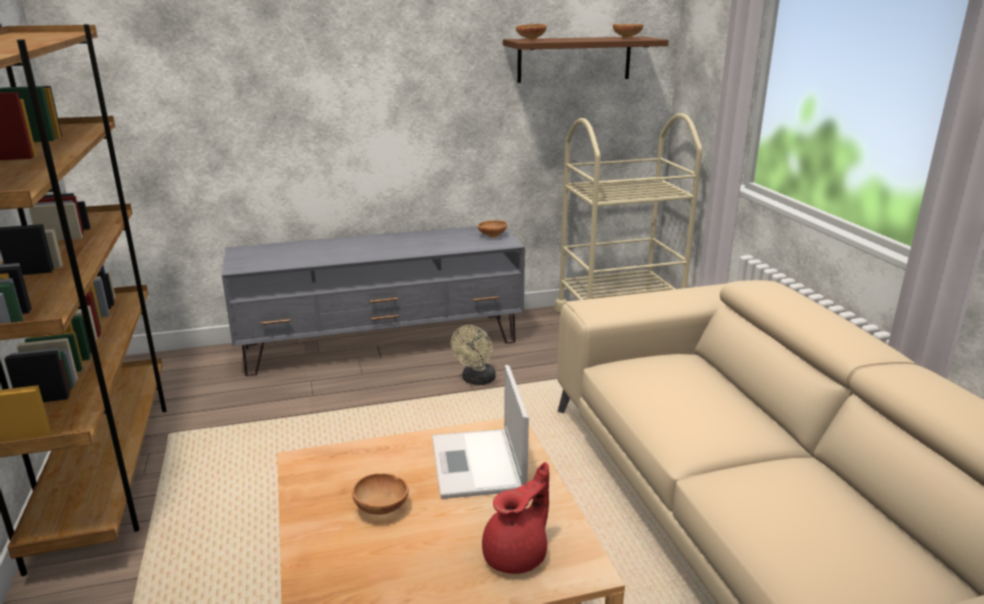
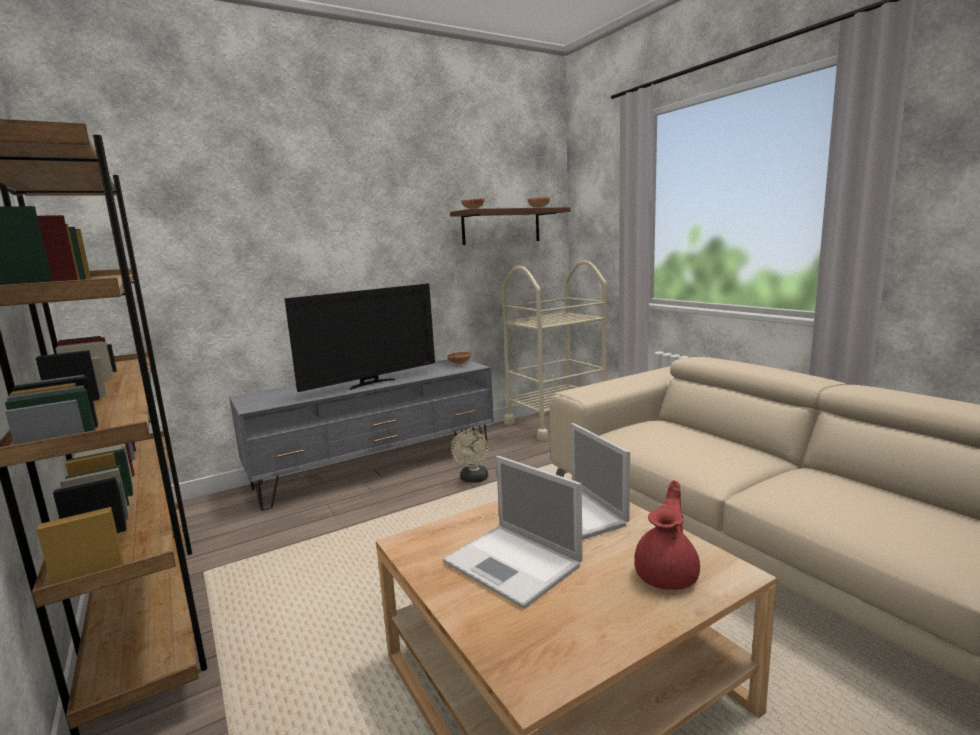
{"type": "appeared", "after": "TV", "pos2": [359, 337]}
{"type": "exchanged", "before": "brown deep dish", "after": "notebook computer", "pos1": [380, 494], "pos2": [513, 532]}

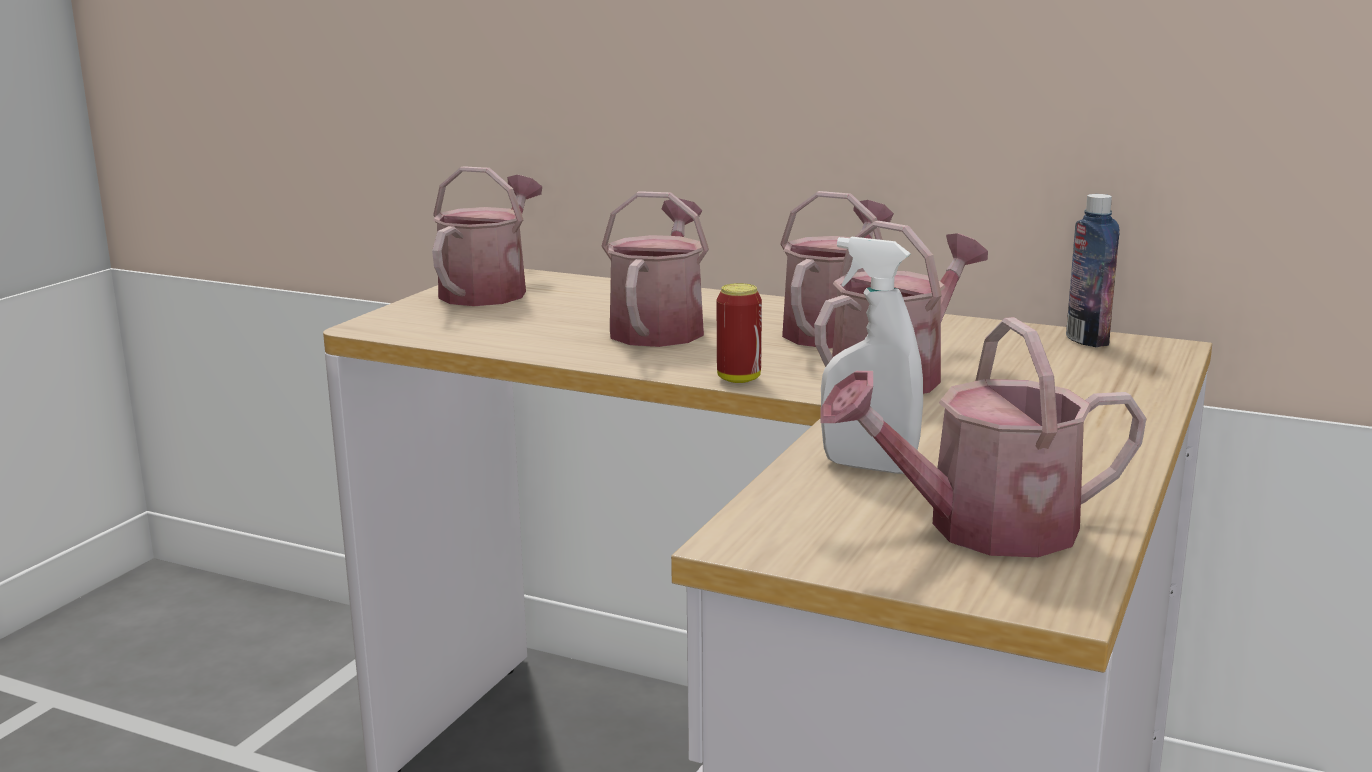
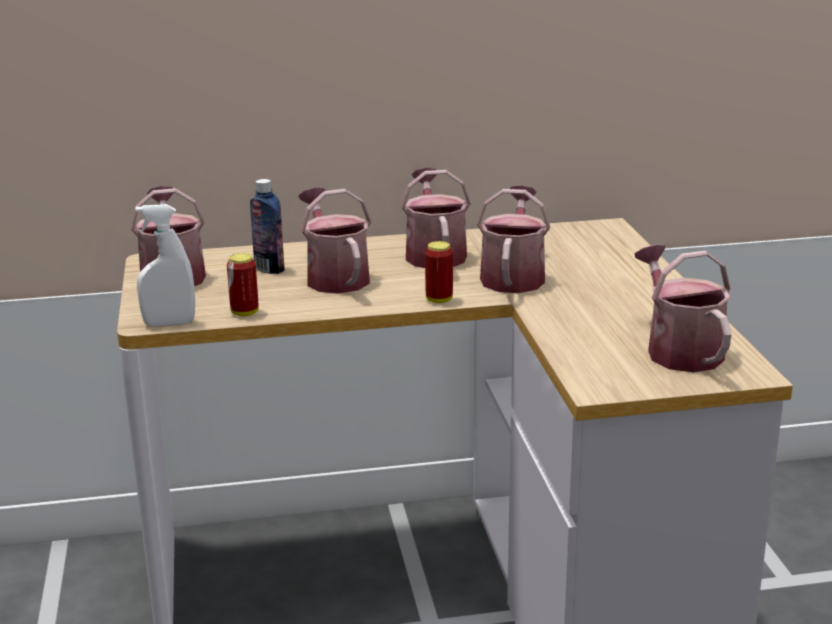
{"type": "appeared", "after": "sealed can", "pos2": [243, 284]}
{"type": "relocated", "before": "whitish hand sprayer", "pos1": [872, 355], "pos2": [165, 265]}
{"type": "relocated", "before": "bottle", "pos1": [1092, 270], "pos2": [267, 226]}
{"type": "spun", "before": "watering can", "pos1": [983, 437], "pos2": [683, 308], "turn": 120}

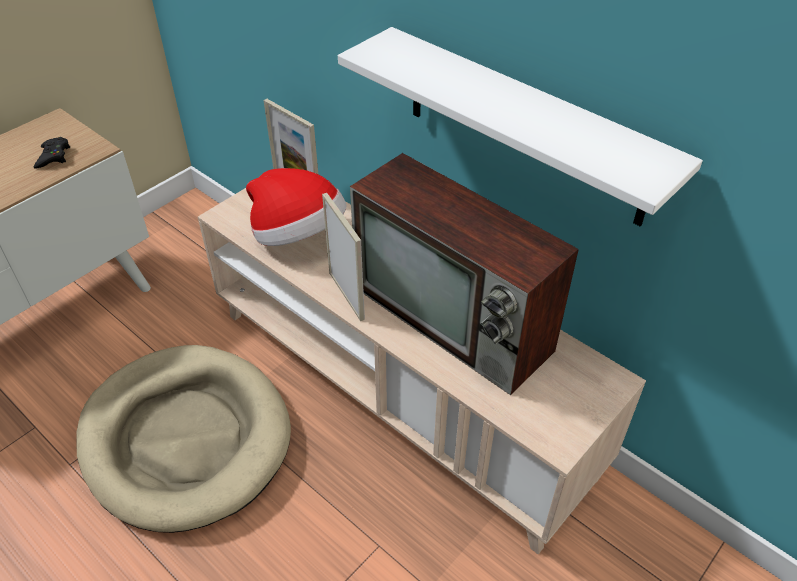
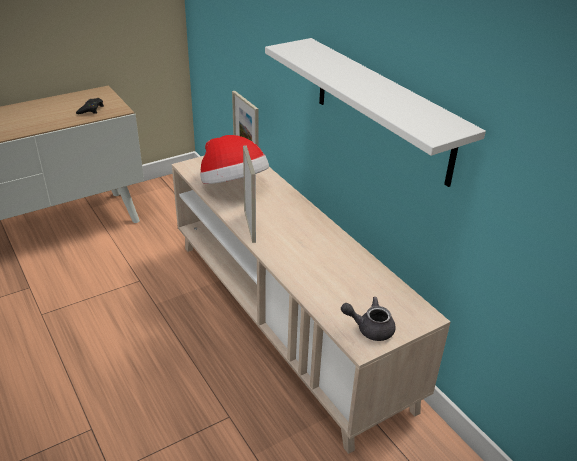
{"type": "missing", "before": "sand-coloured dog cushion", "pos1": [183, 439]}
{"type": "missing", "before": "TV", "pos1": [464, 274]}
{"type": "appeared", "after": "gray teapot", "pos2": [368, 319]}

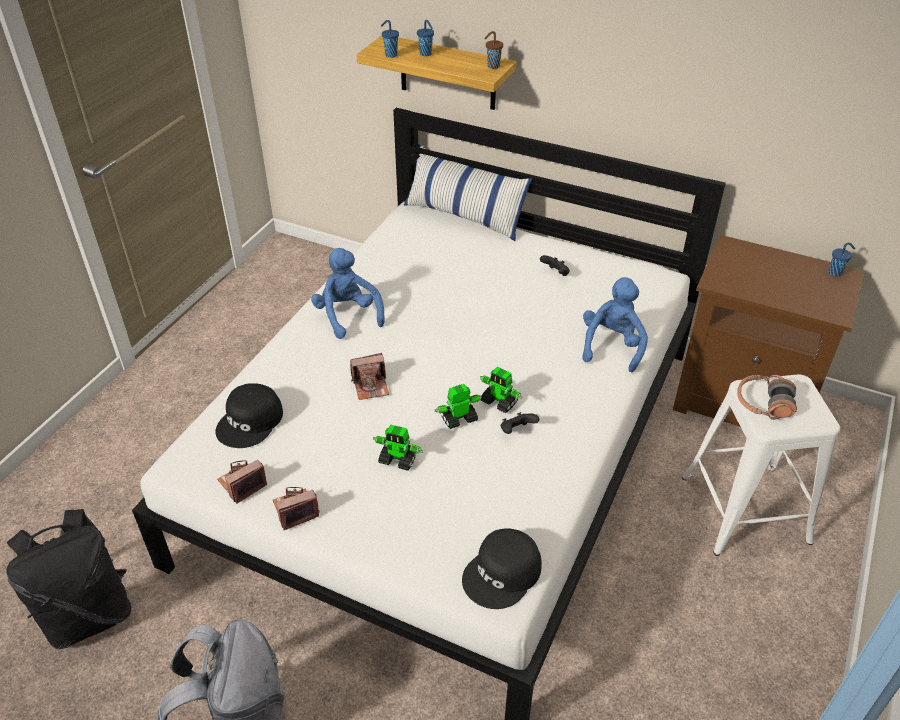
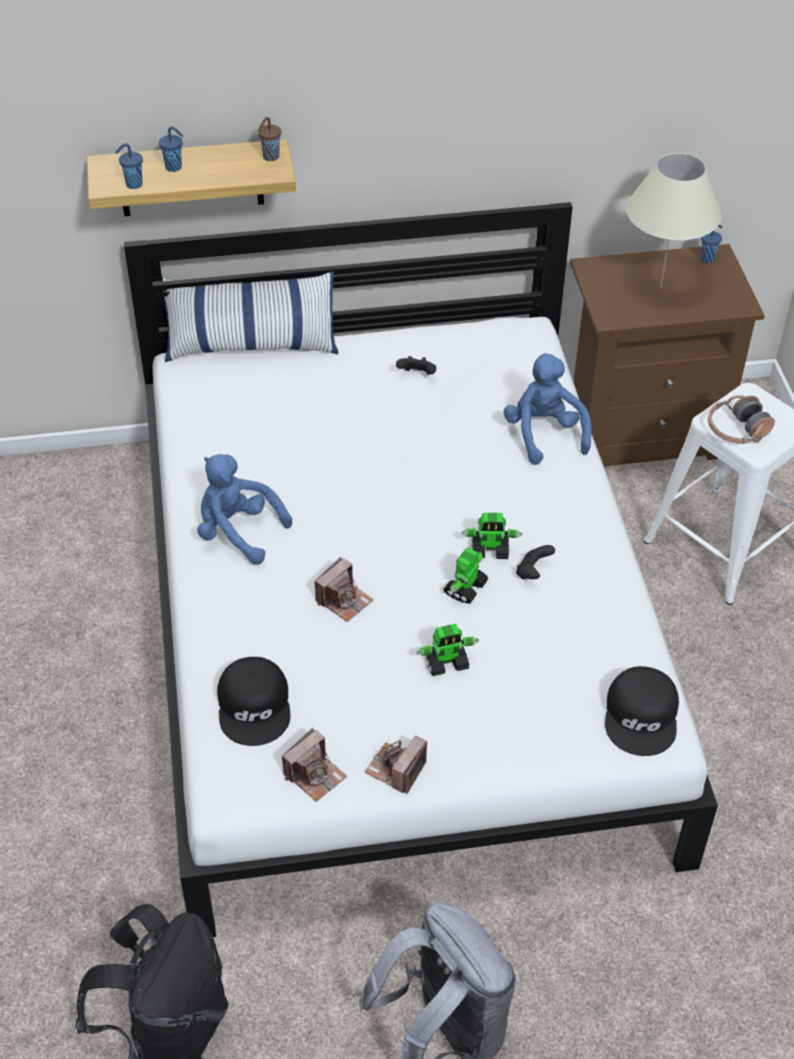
{"type": "appeared", "after": "sand-coloured table lamp", "pos2": [674, 221]}
{"type": "spun", "before": "still camera", "pos1": [242, 482], "pos2": [314, 765], "turn": -150}

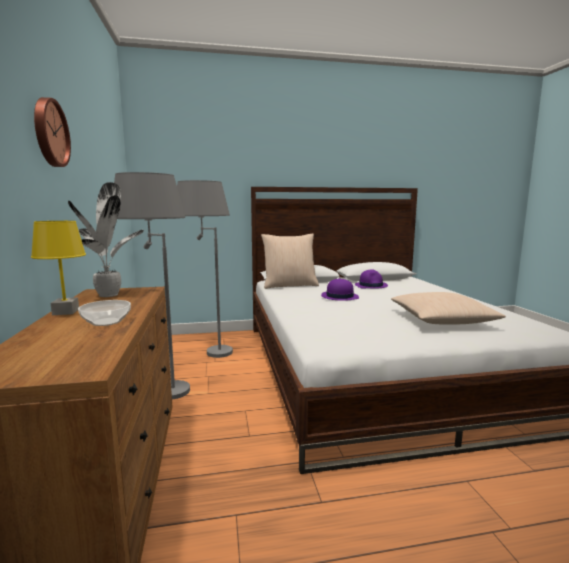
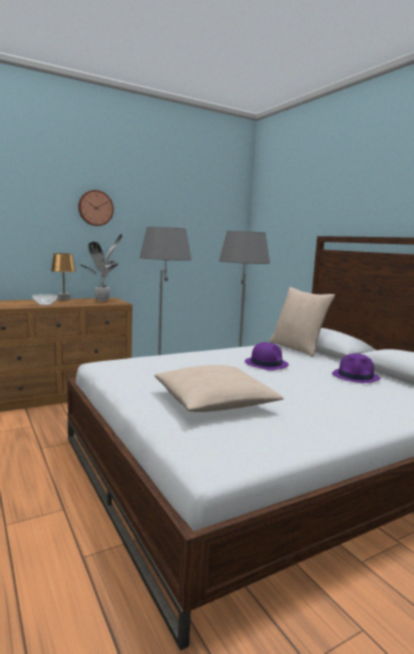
{"type": "colour", "before": "yellow table lamp", "after": "brown table lamp", "pos1": [58, 268], "pos2": [63, 277]}

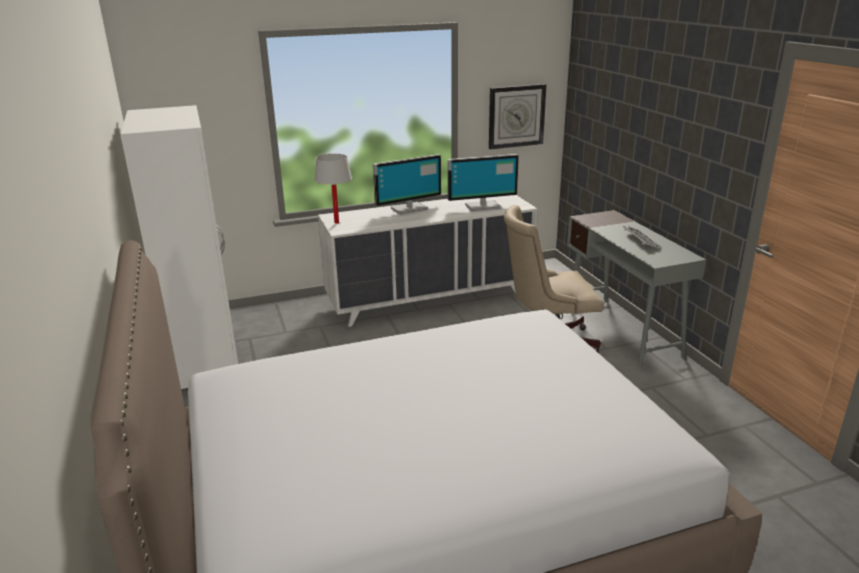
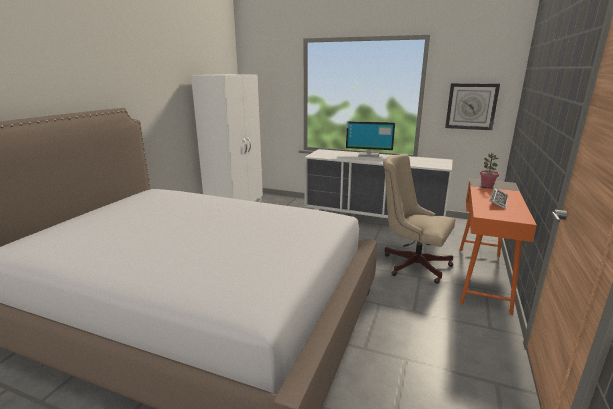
{"type": "missing", "before": "whitish table lamp", "pos1": [333, 189]}
{"type": "missing", "before": "computer display", "pos1": [483, 183]}
{"type": "appeared", "after": "houseplant", "pos2": [489, 170]}
{"type": "colour", "before": "gray desk table", "after": "orange desk table", "pos1": [636, 289], "pos2": [498, 247]}

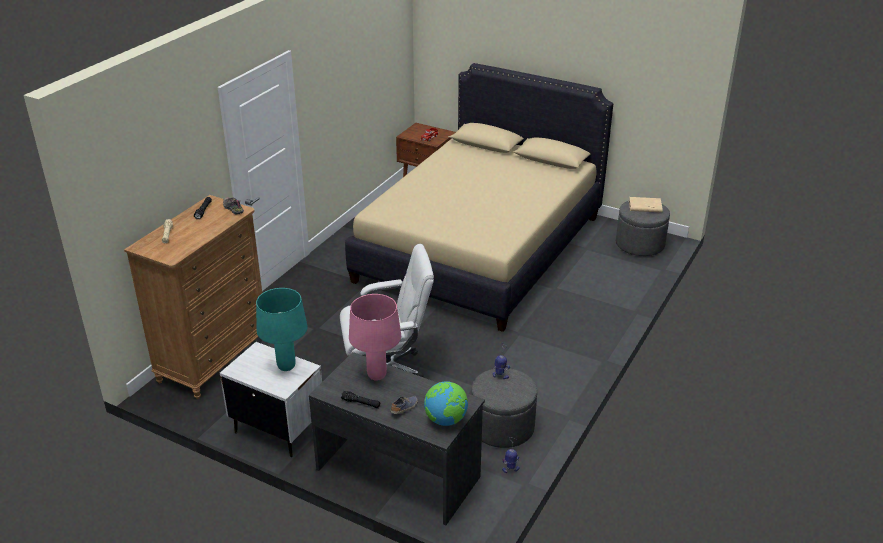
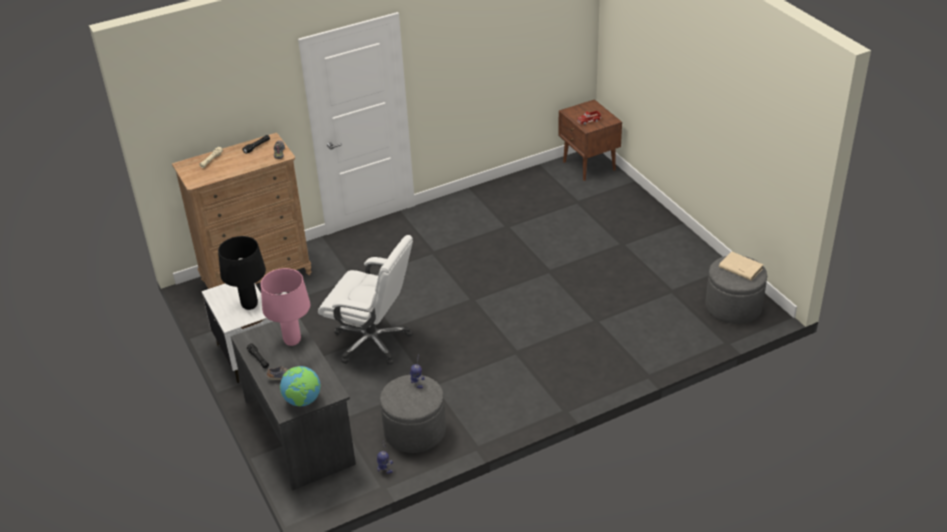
{"type": "missing", "before": "sand-coloured bedroom bed", "pos1": [479, 197]}
{"type": "colour", "before": "turquoise-coloured table lamp", "after": "blackish table lamp", "pos1": [282, 329], "pos2": [242, 273]}

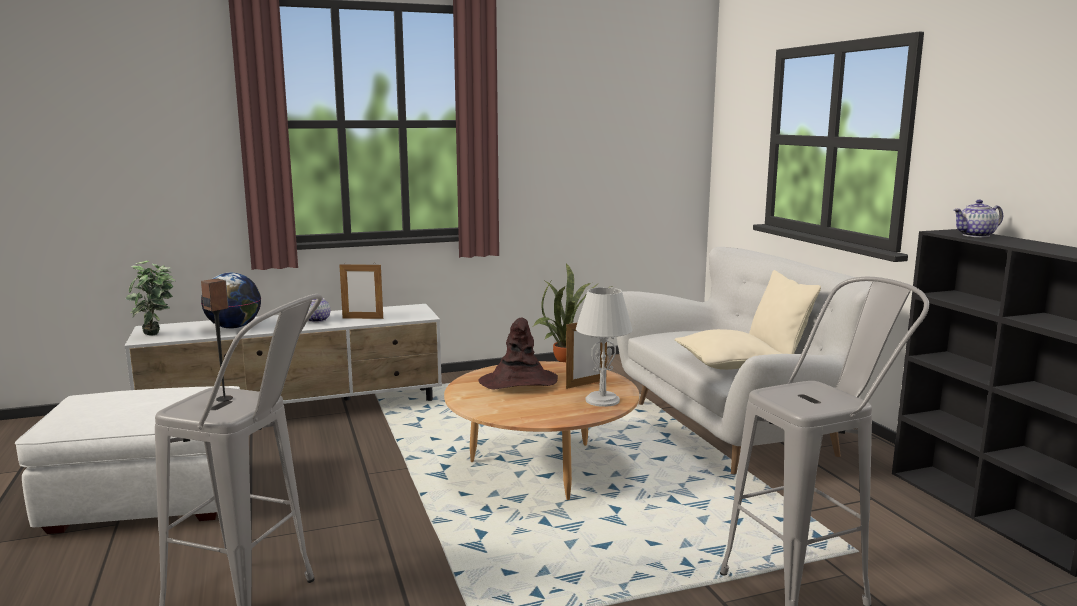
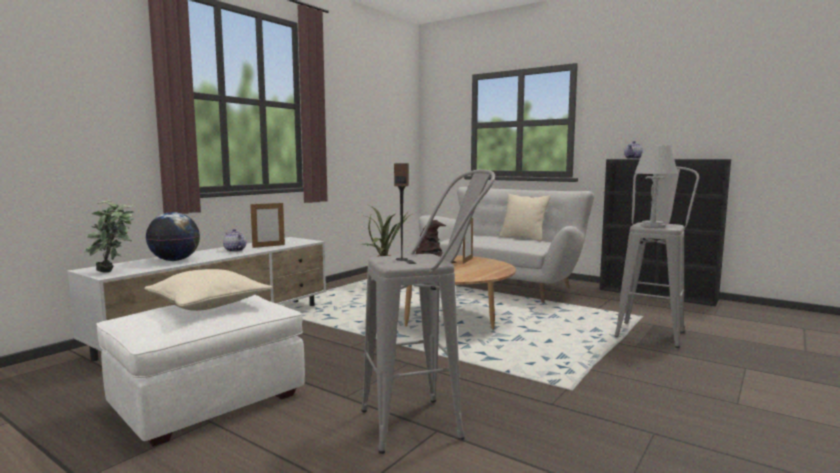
{"type": "relocated", "before": "gray table lamp", "pos1": [604, 347], "pos2": [656, 186]}
{"type": "relocated", "before": "sand-coloured throw pillow", "pos1": [728, 349], "pos2": [208, 290]}

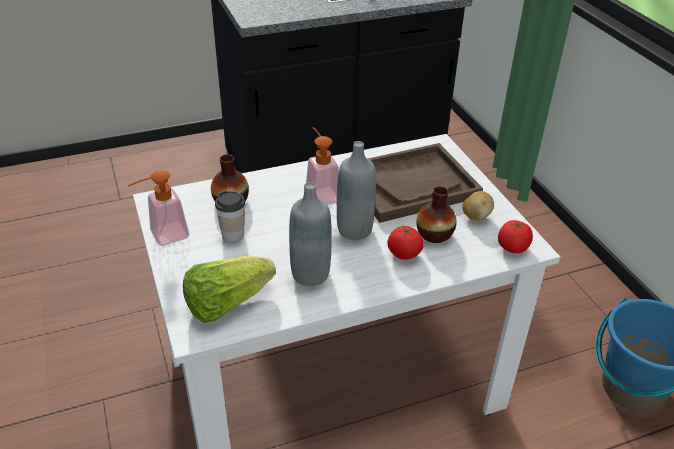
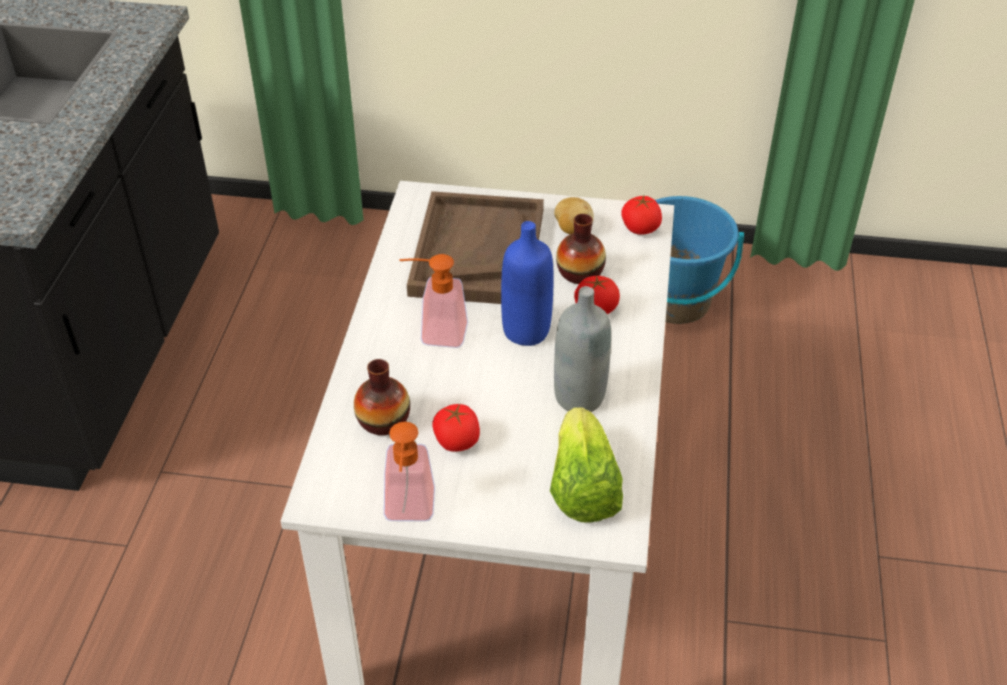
{"type": "exchanged", "before": "cup", "after": "tomato", "pos1": [230, 216], "pos2": [456, 428]}
{"type": "colour", "before": "gray bottle", "after": "bluish bottle", "pos1": [356, 190], "pos2": [527, 283]}

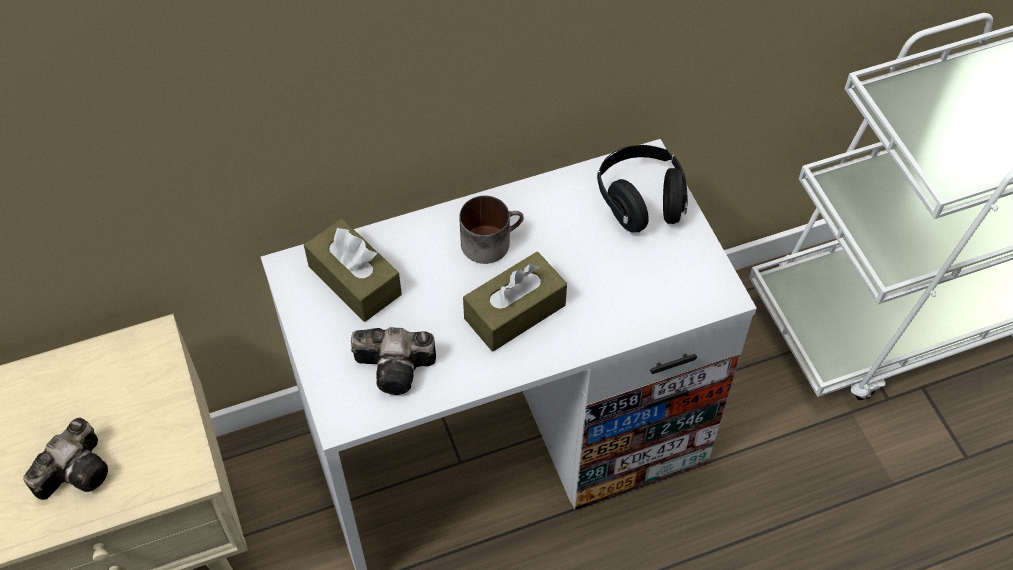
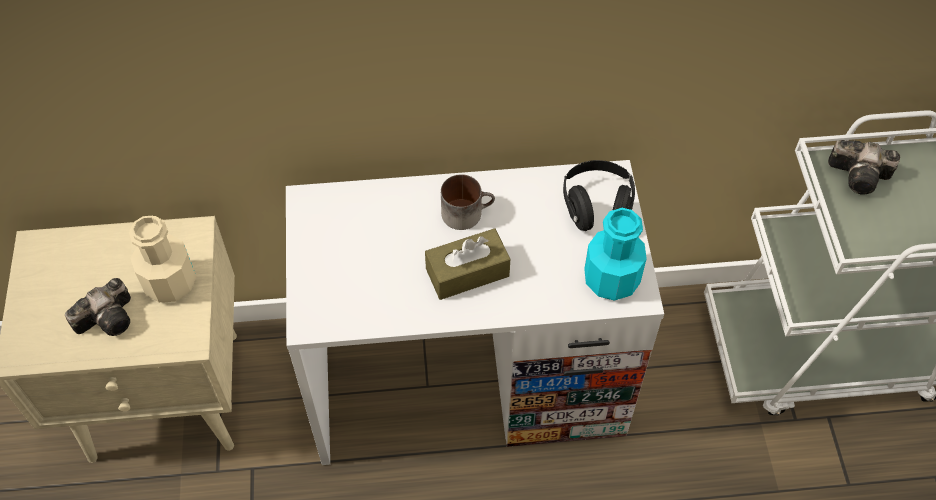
{"type": "missing", "before": "brown tissue holder", "pos1": [353, 270]}
{"type": "appeared", "after": "sand-coloured bottle", "pos2": [162, 259]}
{"type": "appeared", "after": "turquoise-coloured bottle", "pos2": [615, 254]}
{"type": "relocated", "before": "still camera", "pos1": [393, 361], "pos2": [864, 167]}

